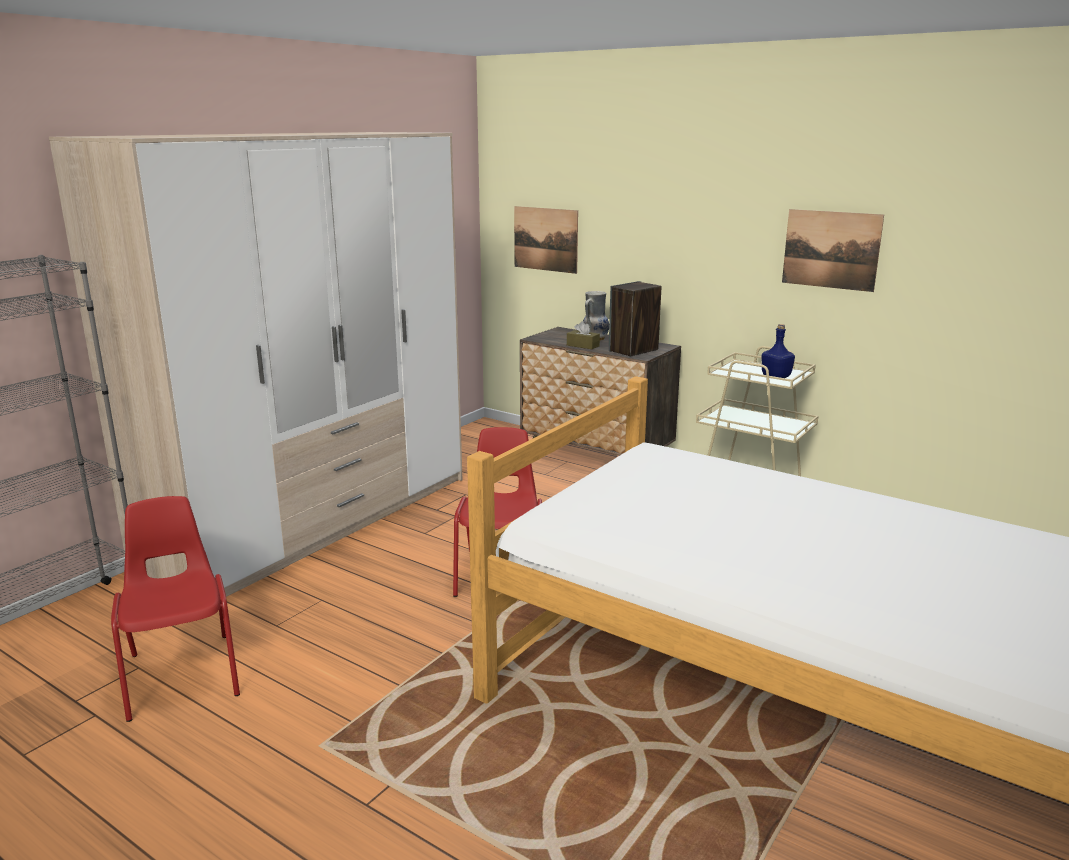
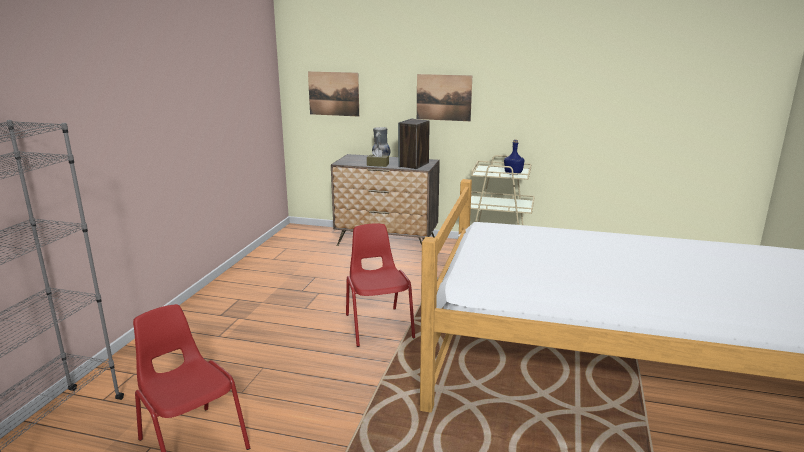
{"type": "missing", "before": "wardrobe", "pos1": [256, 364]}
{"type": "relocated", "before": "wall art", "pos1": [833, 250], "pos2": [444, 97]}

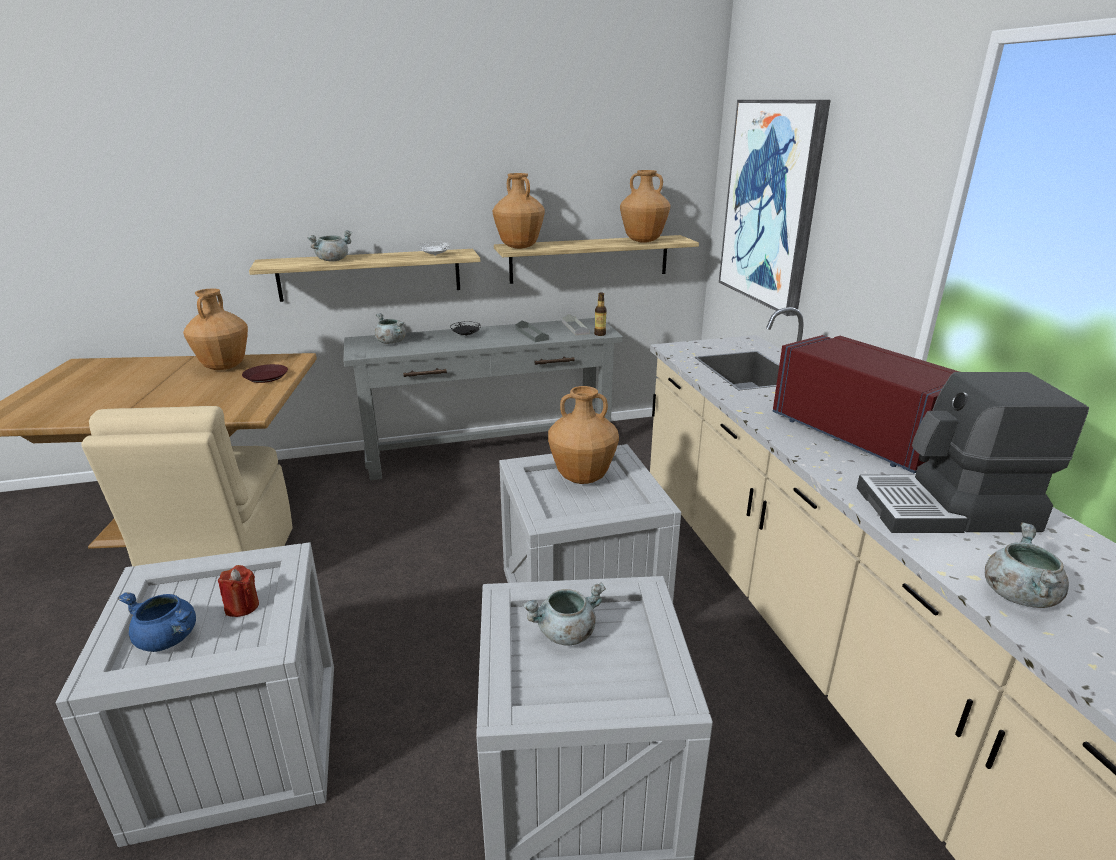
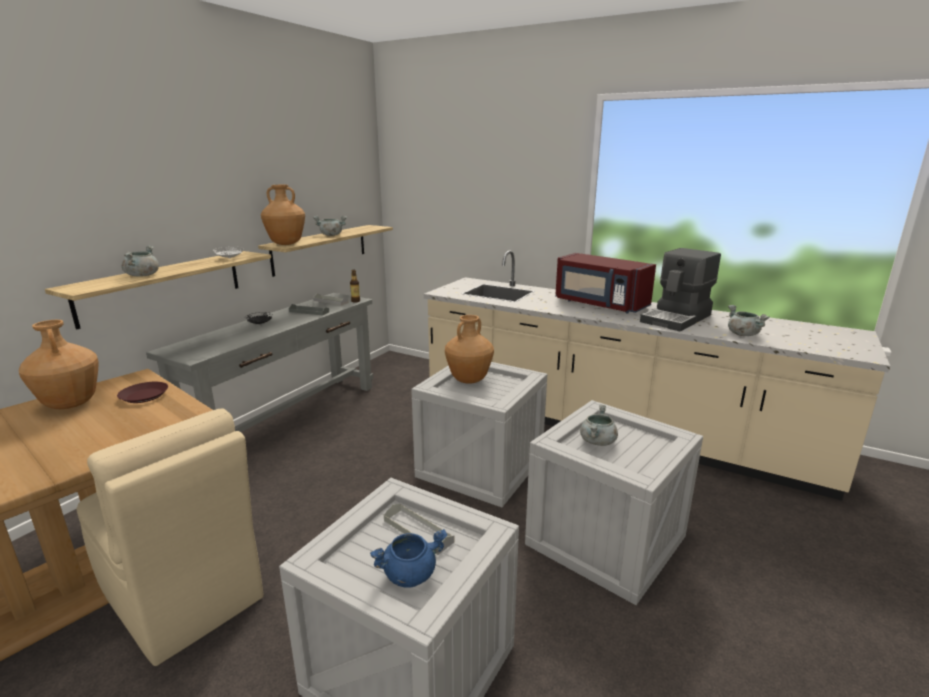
{"type": "missing", "before": "brown decorative vase", "pos1": [645, 206]}
{"type": "missing", "before": "wall art", "pos1": [774, 208]}
{"type": "relocated", "before": "gray cooking pot", "pos1": [390, 328], "pos2": [330, 226]}
{"type": "exchanged", "before": "red-coloured wax candle", "after": "gray carrying tray", "pos1": [238, 591], "pos2": [419, 529]}
{"type": "spun", "before": "red-coloured microwave oven", "pos1": [866, 404], "pos2": [605, 283], "turn": -150}

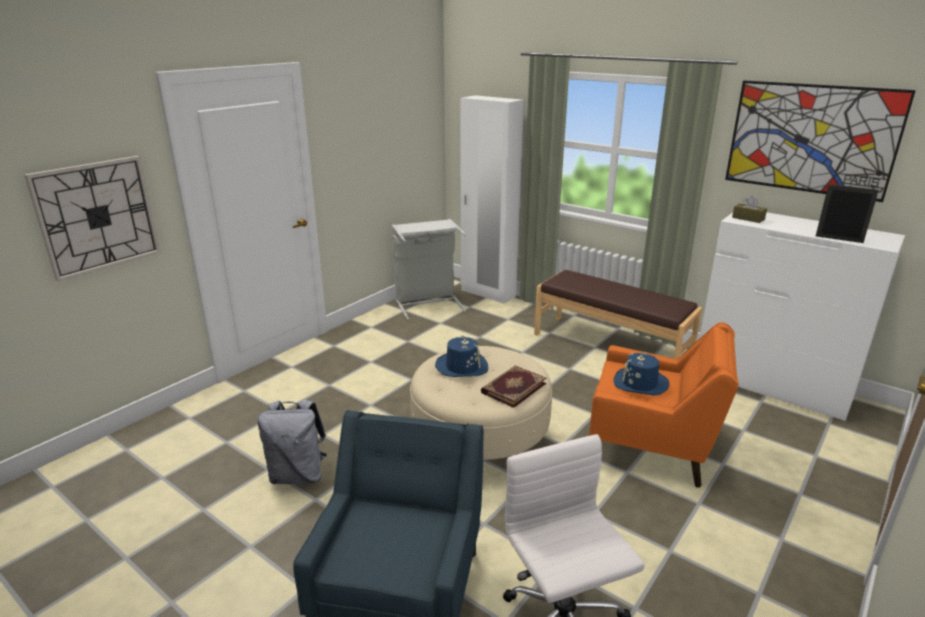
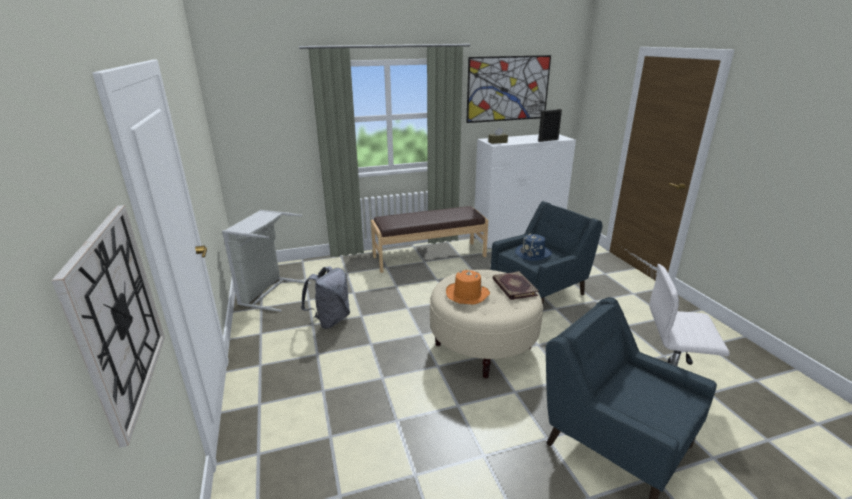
{"type": "missing", "before": "whitish wardrobe", "pos1": [492, 199]}
{"type": "relocated", "before": "gray backpack", "pos1": [292, 441], "pos2": [325, 297]}
{"type": "colour", "before": "bluish clothing hat", "after": "orange clothing hat", "pos1": [461, 356], "pos2": [468, 286]}
{"type": "colour", "before": "orange easy chair", "after": "bluish easy chair", "pos1": [664, 405], "pos2": [547, 252]}

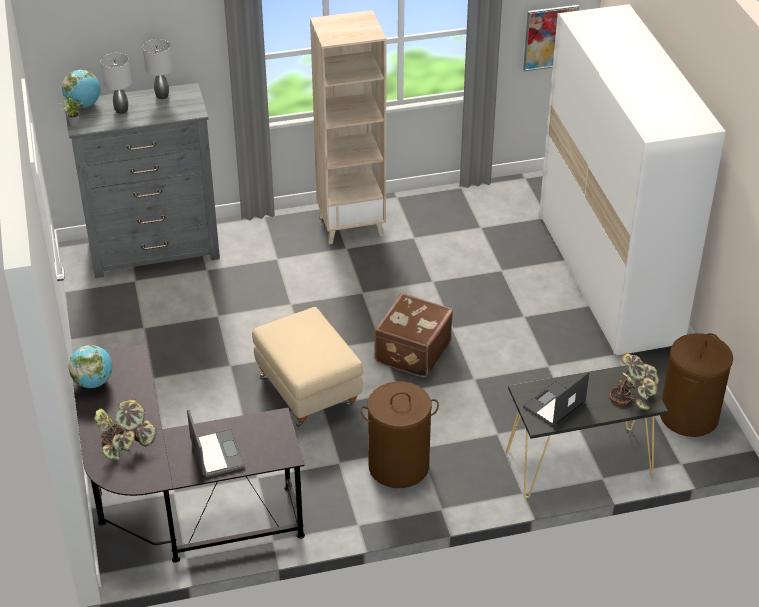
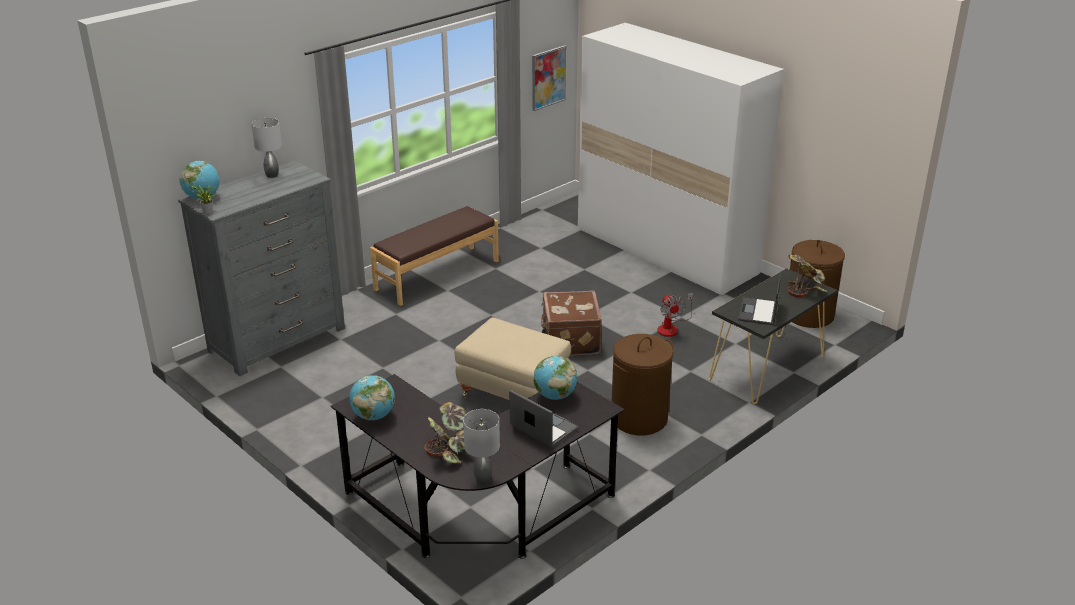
{"type": "appeared", "after": "globe", "pos2": [555, 378]}
{"type": "appeared", "after": "fan", "pos2": [675, 315]}
{"type": "relocated", "before": "gray table lamp", "pos1": [116, 83], "pos2": [481, 446]}
{"type": "exchanged", "before": "sand-coloured shelving unit", "after": "brown indoor bench", "pos1": [348, 127], "pos2": [434, 256]}

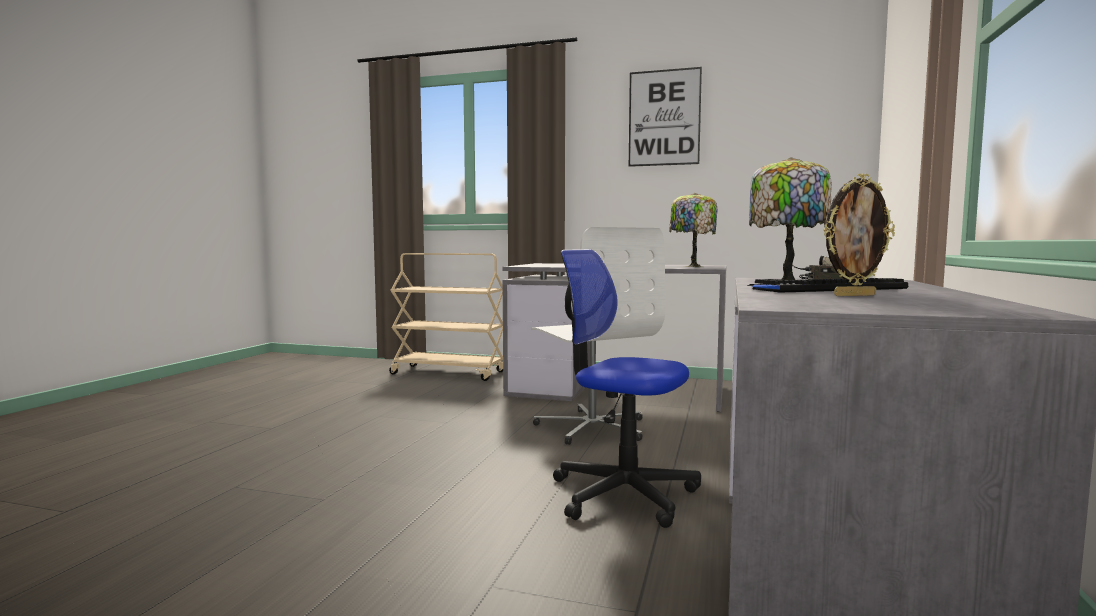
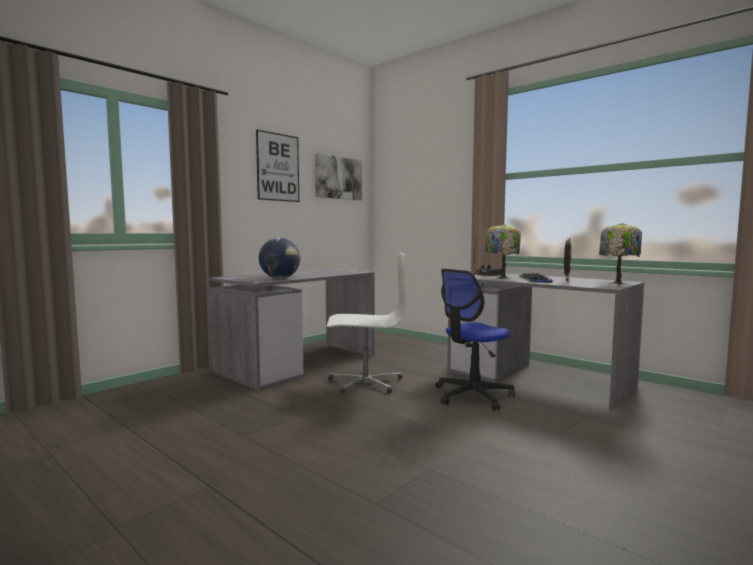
{"type": "missing", "before": "sand-coloured wheeled cart", "pos1": [446, 317]}
{"type": "appeared", "after": "globe", "pos2": [279, 258]}
{"type": "appeared", "after": "wall art", "pos2": [338, 176]}
{"type": "relocated", "before": "table lamp", "pos1": [693, 230], "pos2": [620, 253]}

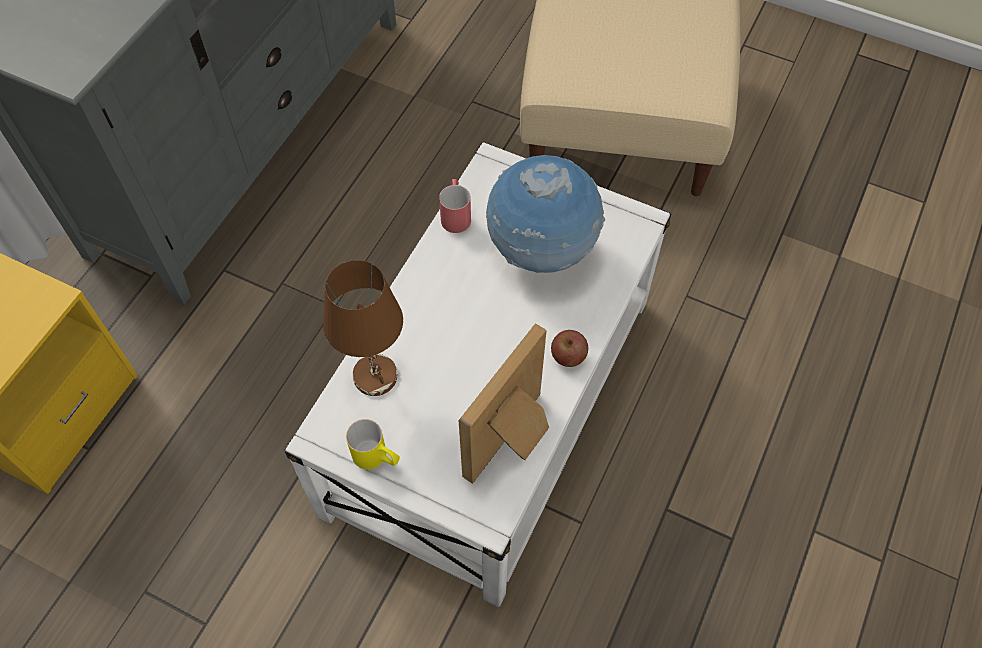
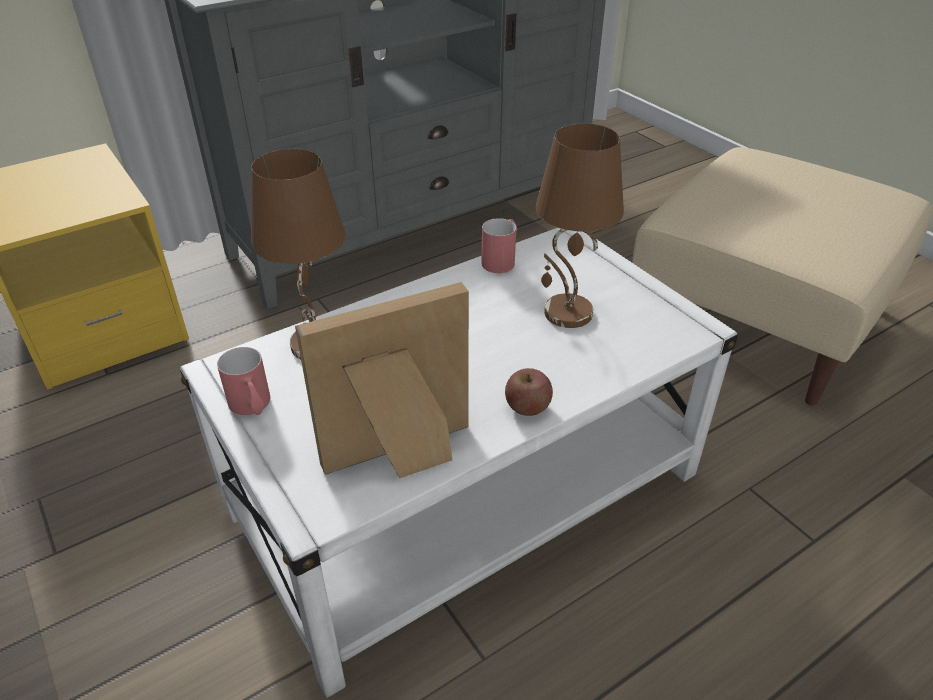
{"type": "exchanged", "before": "globe", "after": "brown table lamp", "pos1": [545, 214], "pos2": [580, 225]}
{"type": "colour", "before": "yellow mug", "after": "red-coloured mug", "pos1": [373, 444], "pos2": [243, 381]}

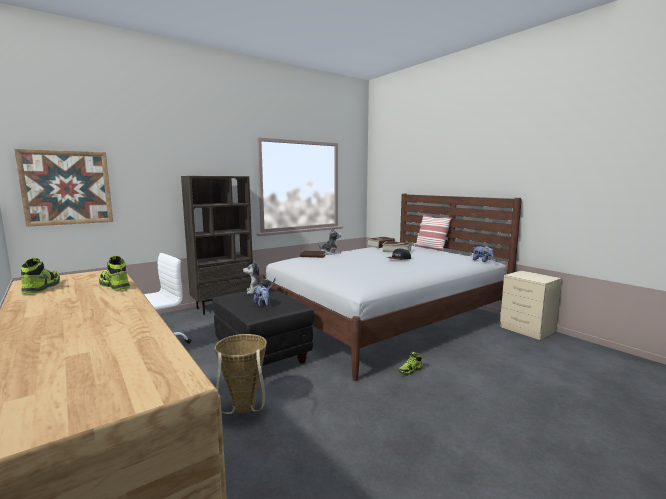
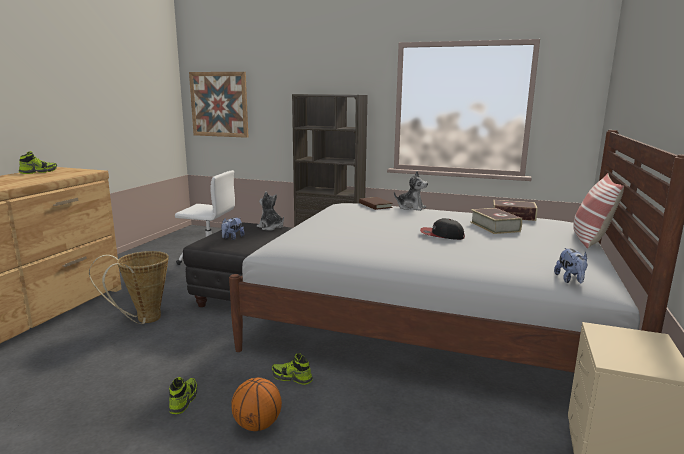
{"type": "appeared", "after": "basketball ball", "pos2": [256, 404]}
{"type": "relocated", "before": "low shoe", "pos1": [114, 273], "pos2": [183, 395]}

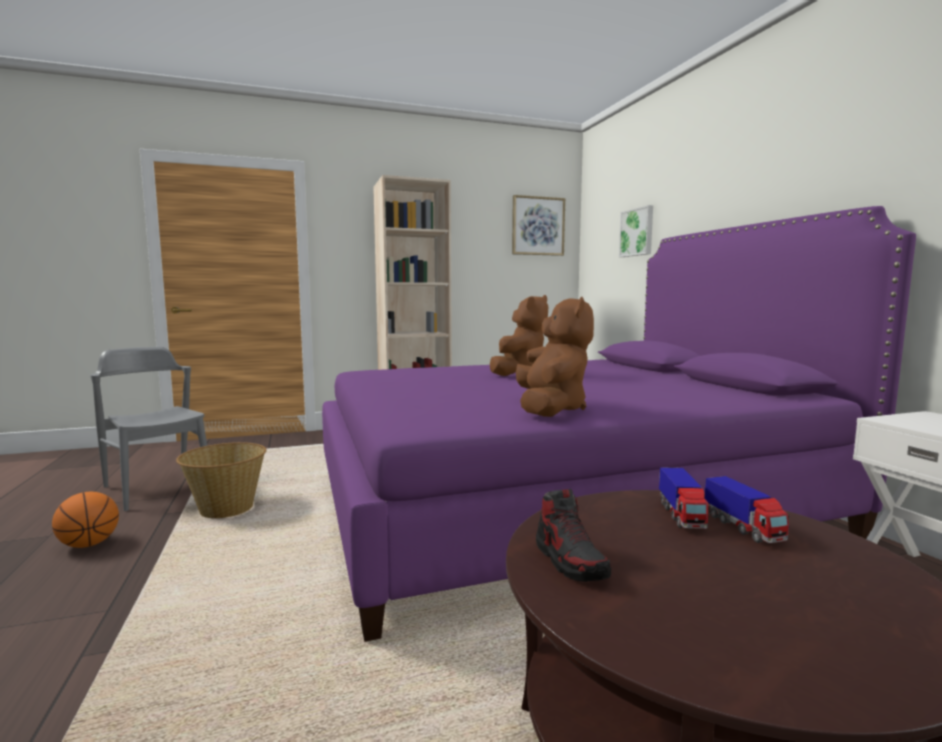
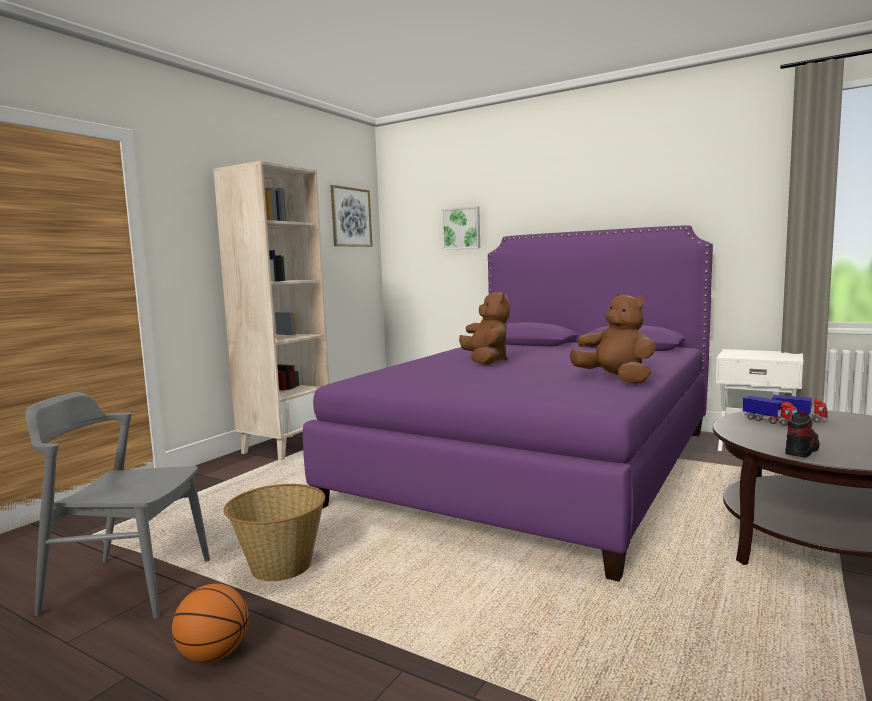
{"type": "spun", "before": "low shoe", "pos1": [573, 535], "pos2": [802, 435], "turn": -75}

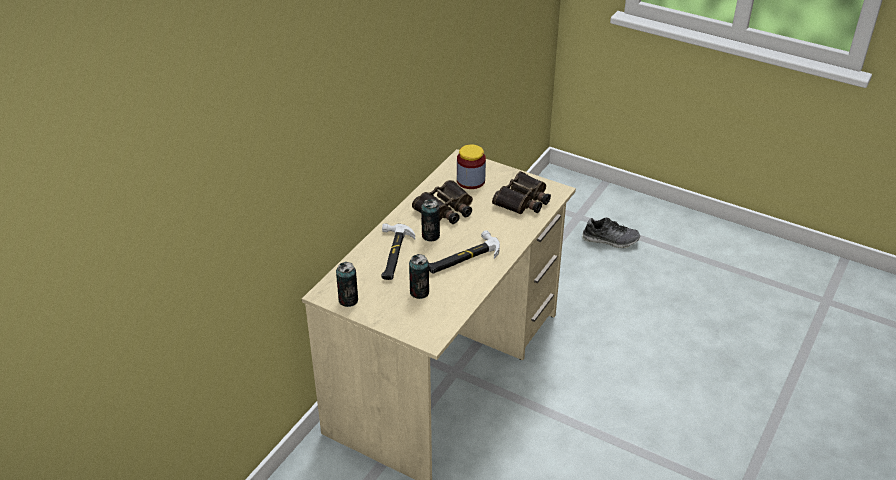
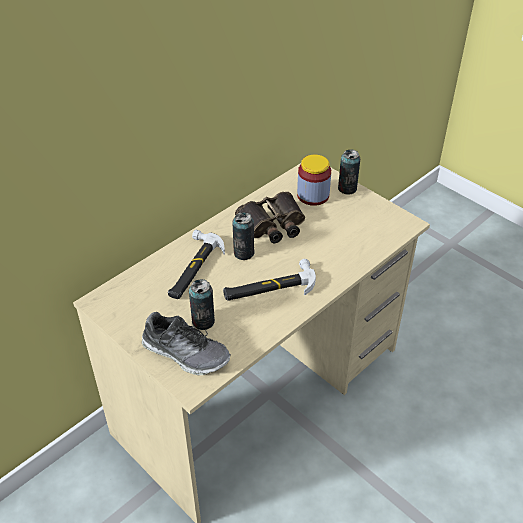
{"type": "missing", "before": "field glasses", "pos1": [521, 192]}
{"type": "relocated", "before": "sealed can", "pos1": [347, 284], "pos2": [349, 172]}
{"type": "relocated", "before": "low shoe", "pos1": [611, 233], "pos2": [186, 344]}

